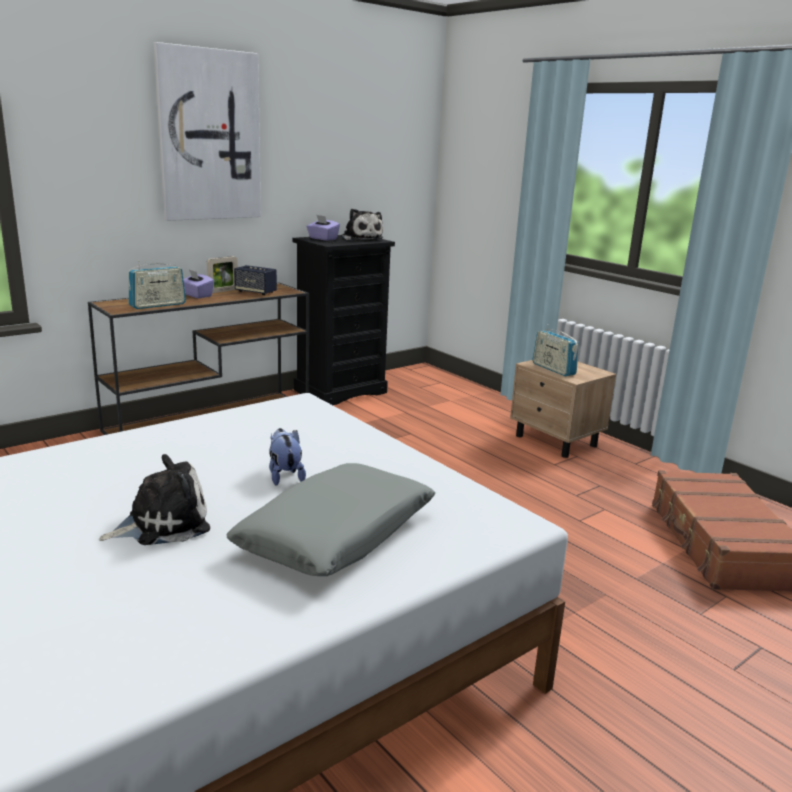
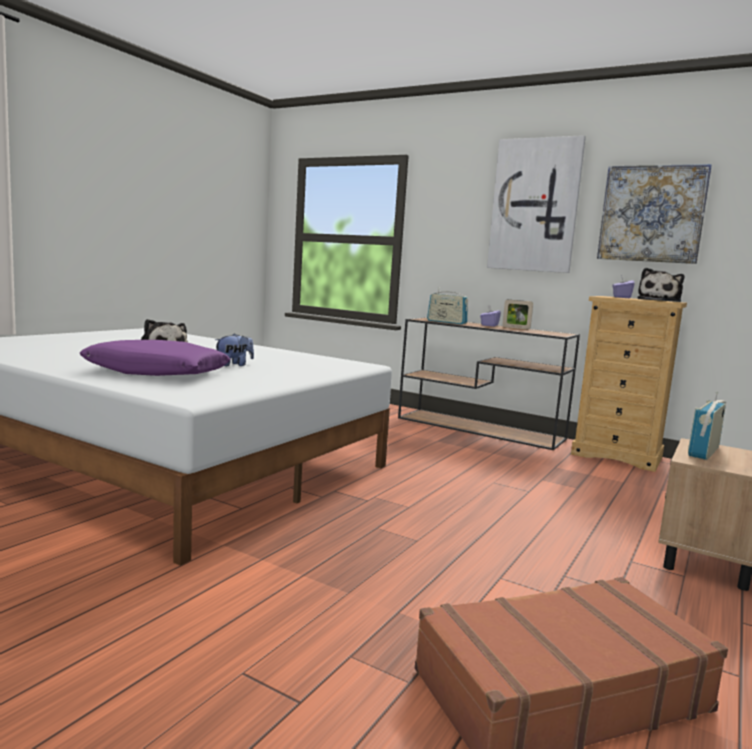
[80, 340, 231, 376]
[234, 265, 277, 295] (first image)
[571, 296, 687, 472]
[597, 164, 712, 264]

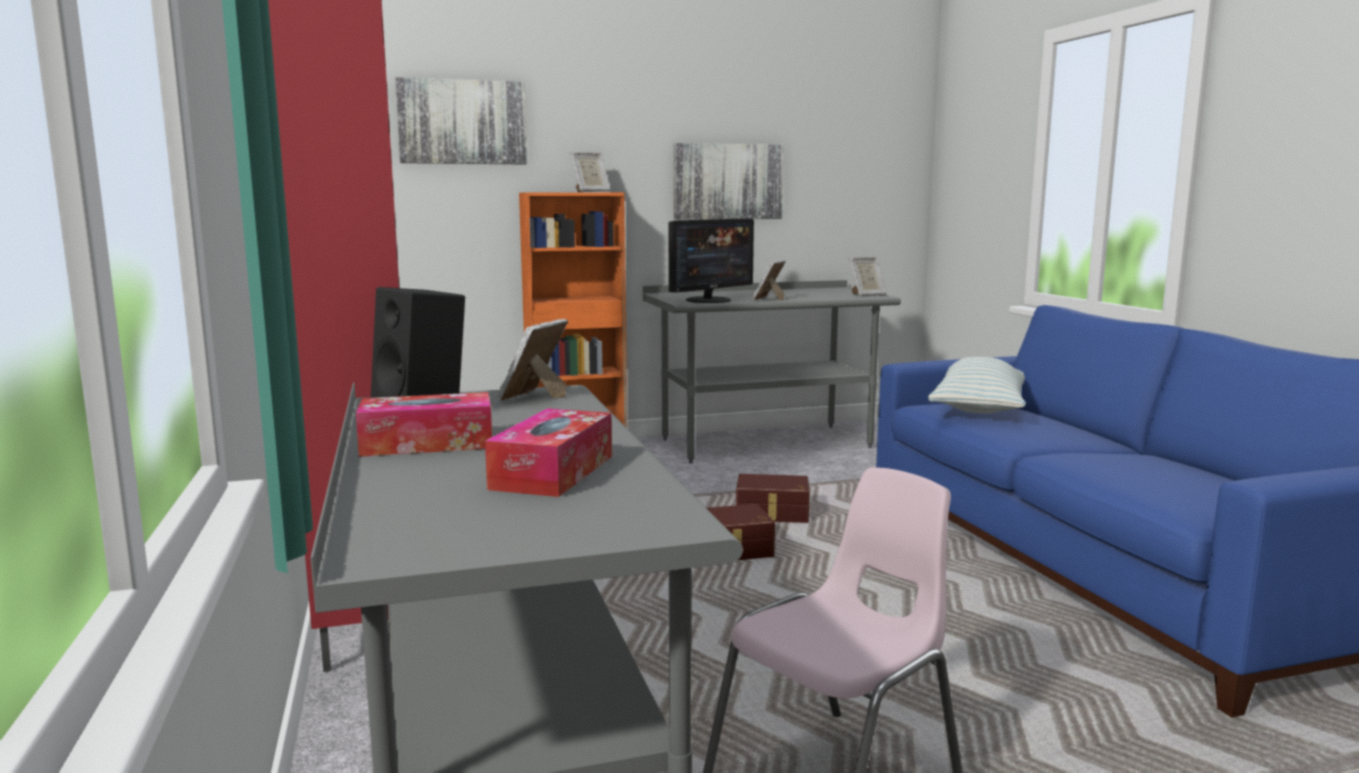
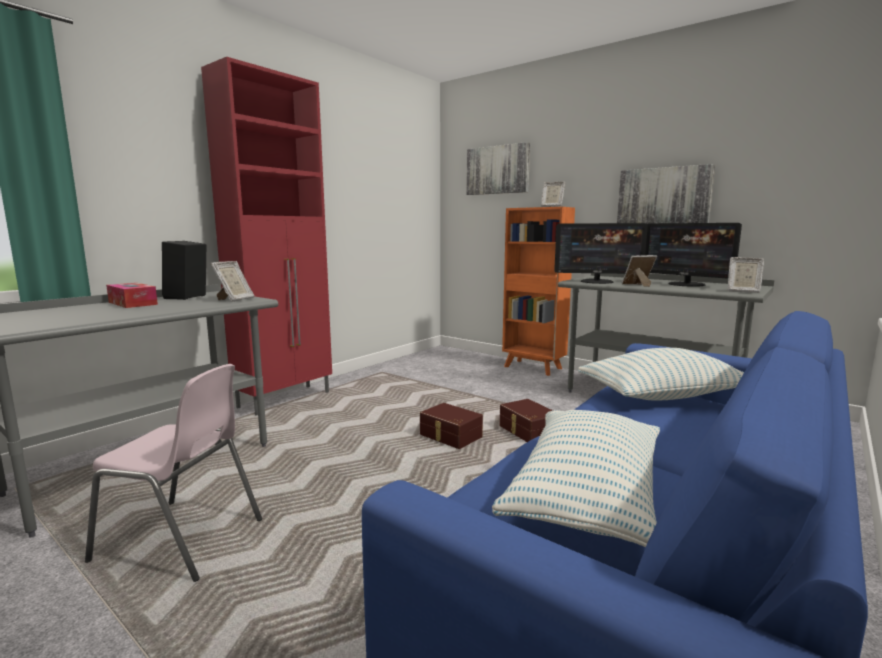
[485, 408, 612, 497] (first image)
[211, 261, 254, 302]
[492, 410, 660, 547]
[645, 223, 742, 287]

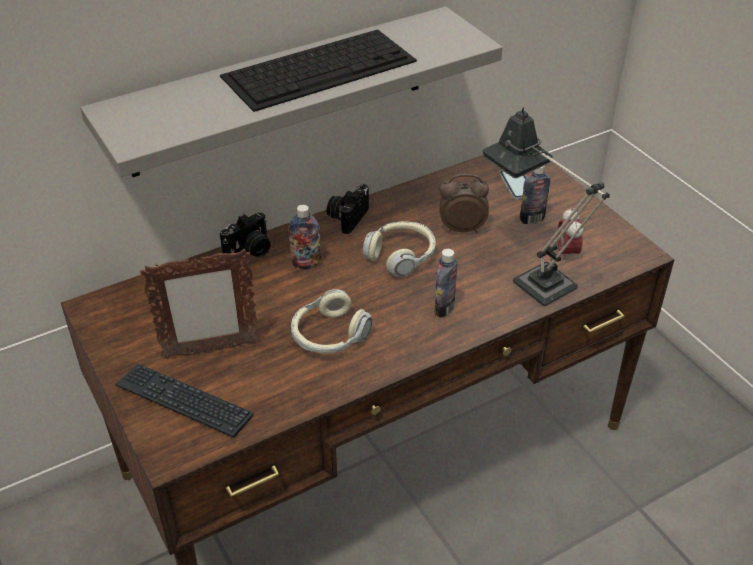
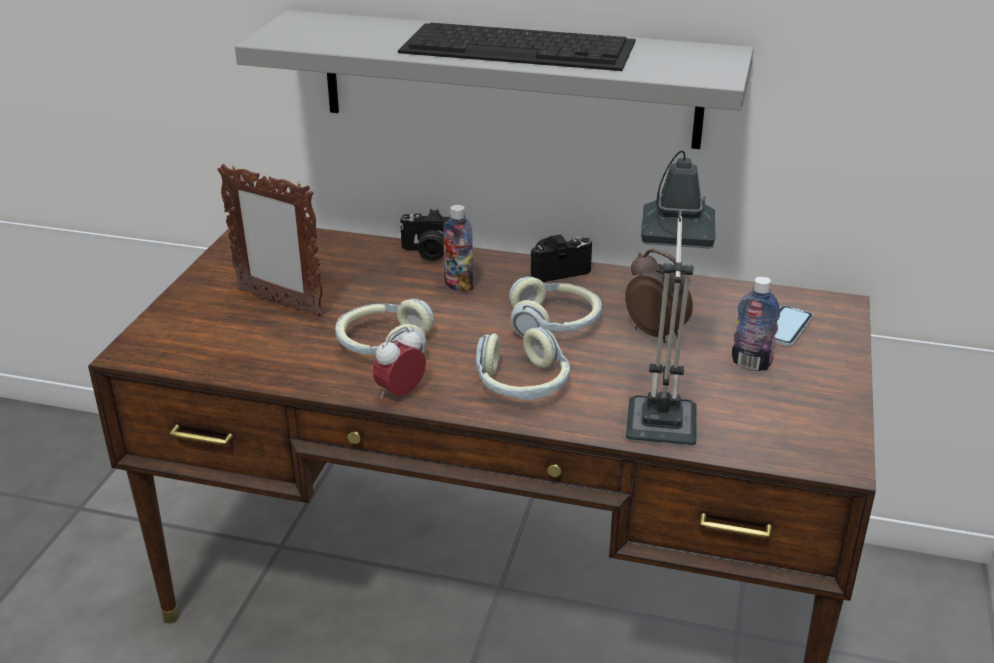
[115, 363, 253, 438] (first image)
[476, 327, 570, 400]
[373, 327, 426, 398]

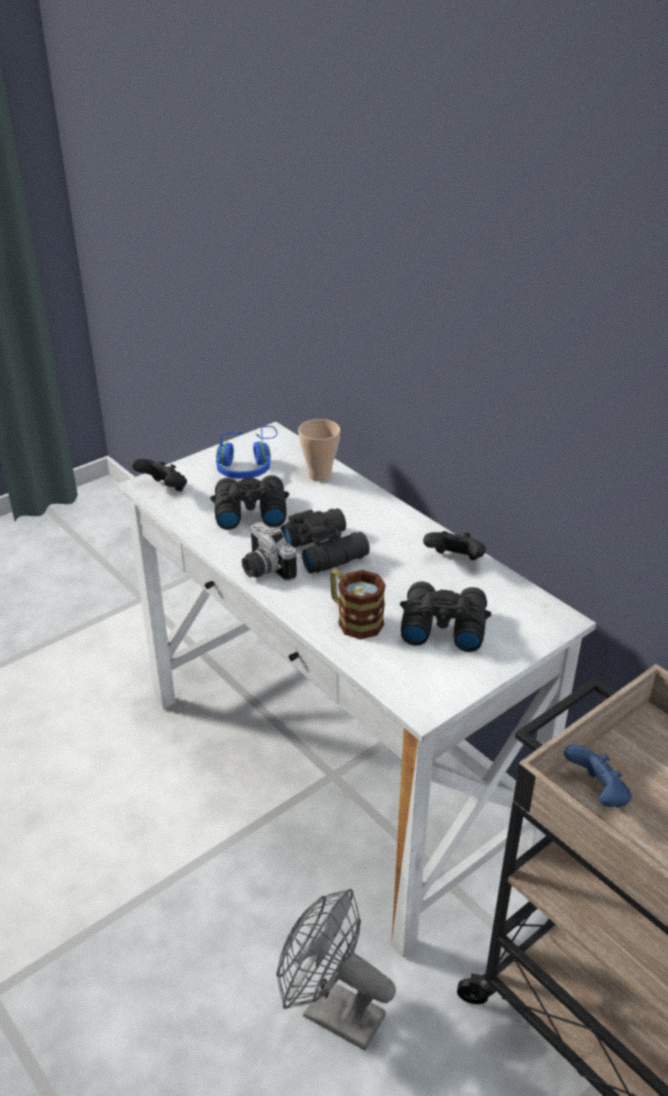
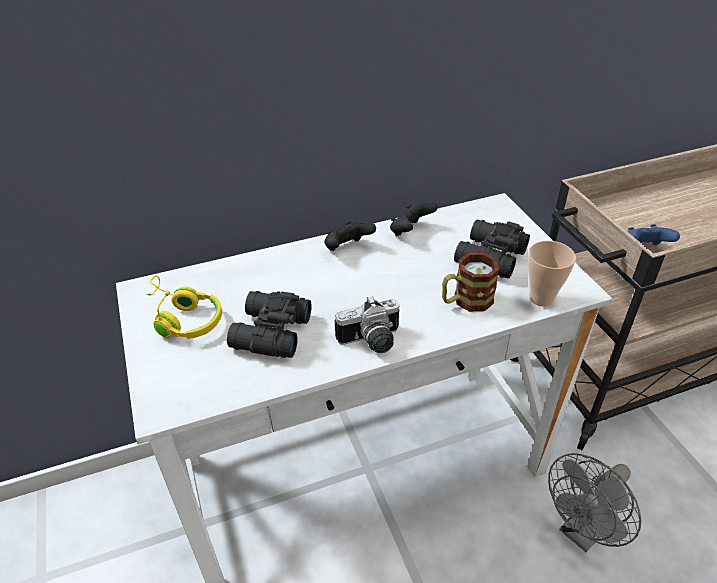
[324, 221, 376, 251]
[147, 275, 222, 339]
[281, 508, 370, 573] (first image)
[528, 241, 576, 307]

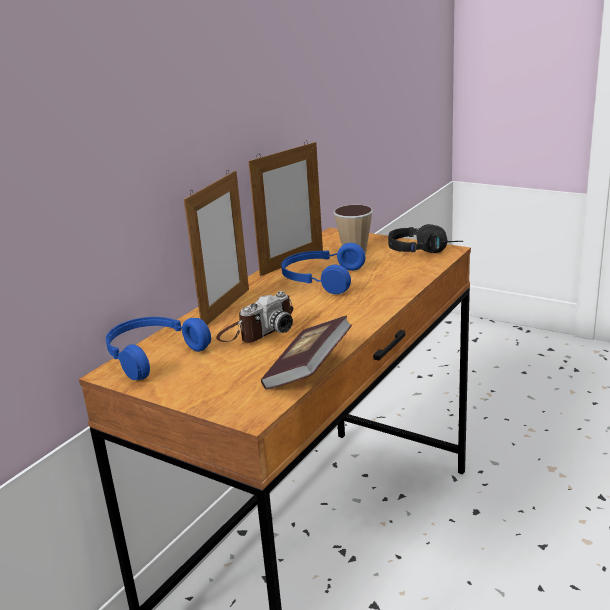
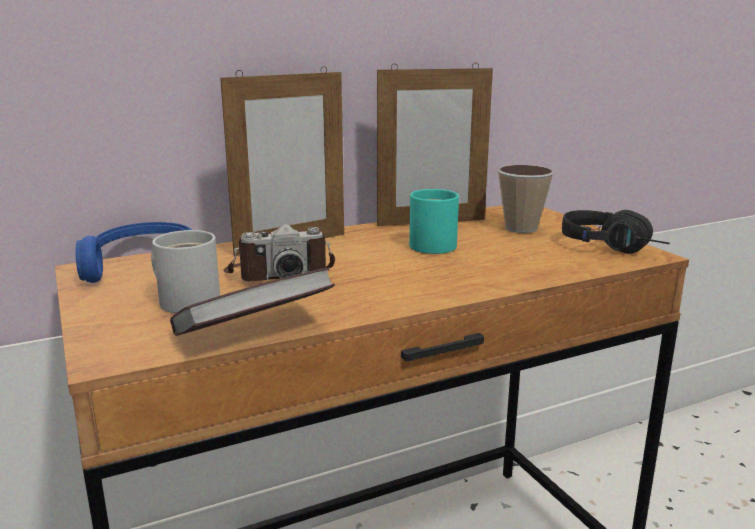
[409, 189, 459, 254]
[151, 230, 220, 313]

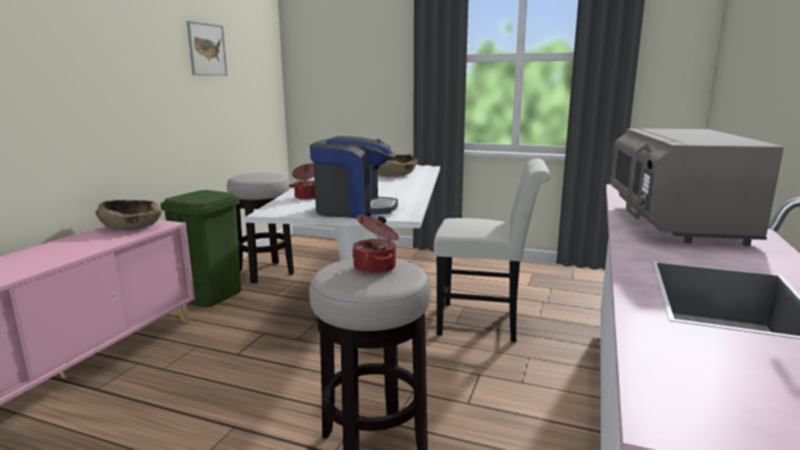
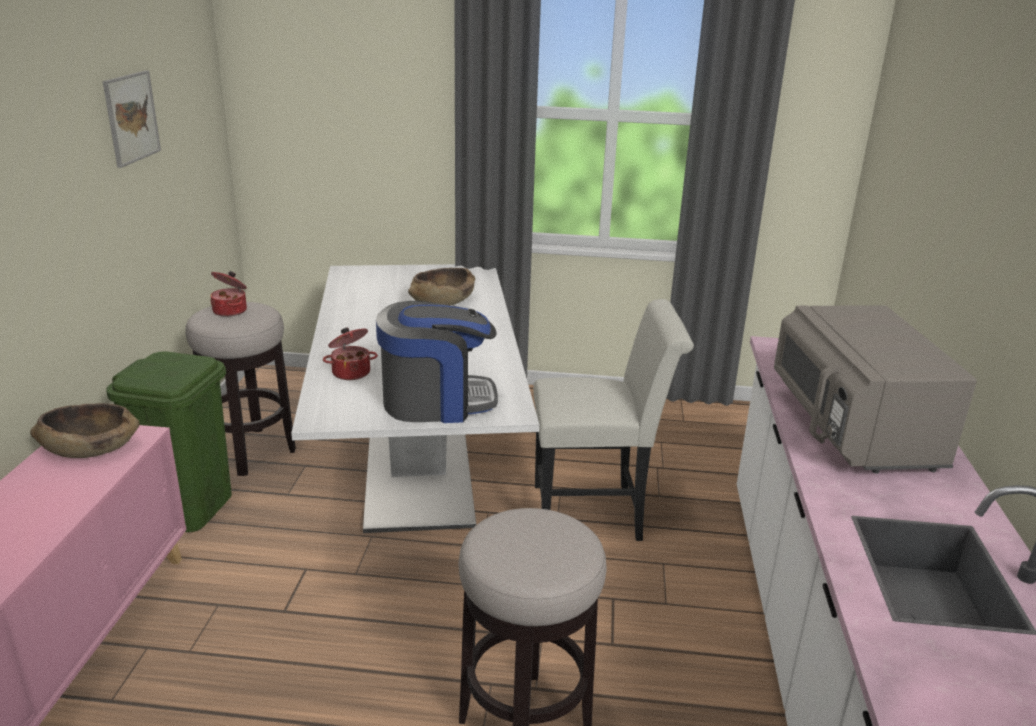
[210, 271, 247, 317]

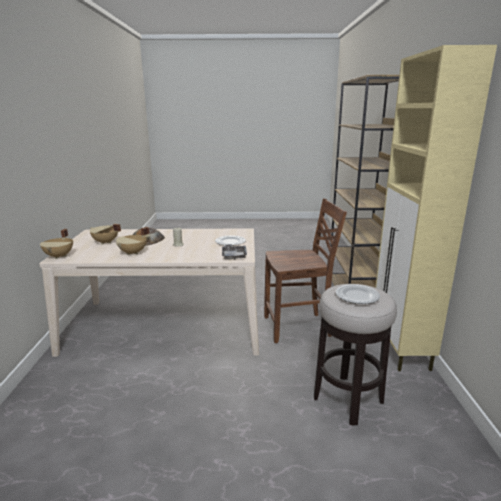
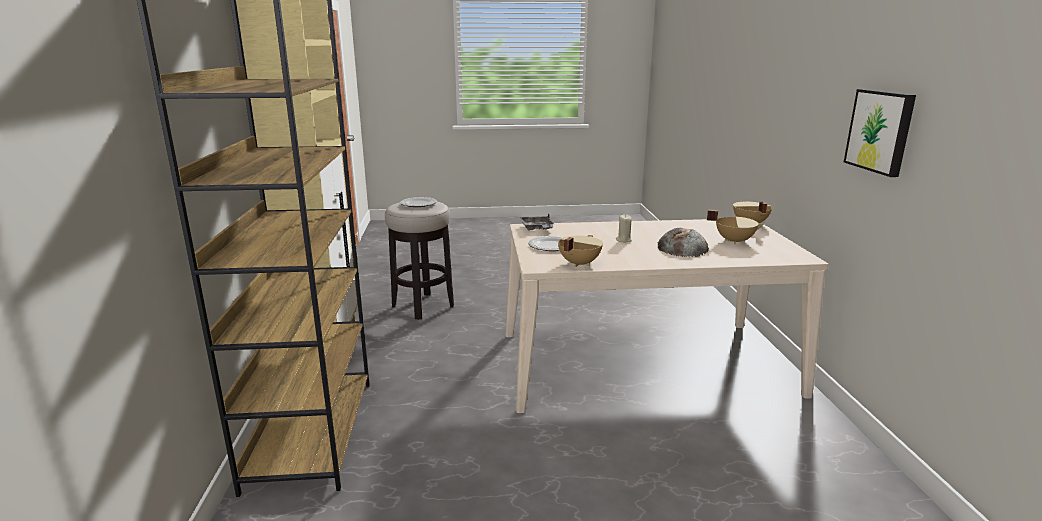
[558, 235, 603, 267]
[264, 199, 347, 343] (first image)
[844, 89, 916, 177]

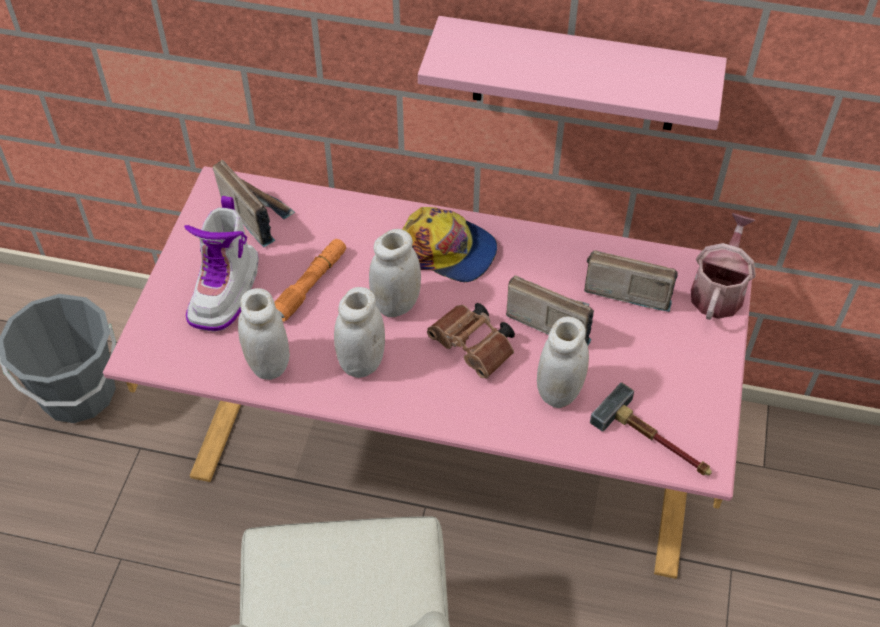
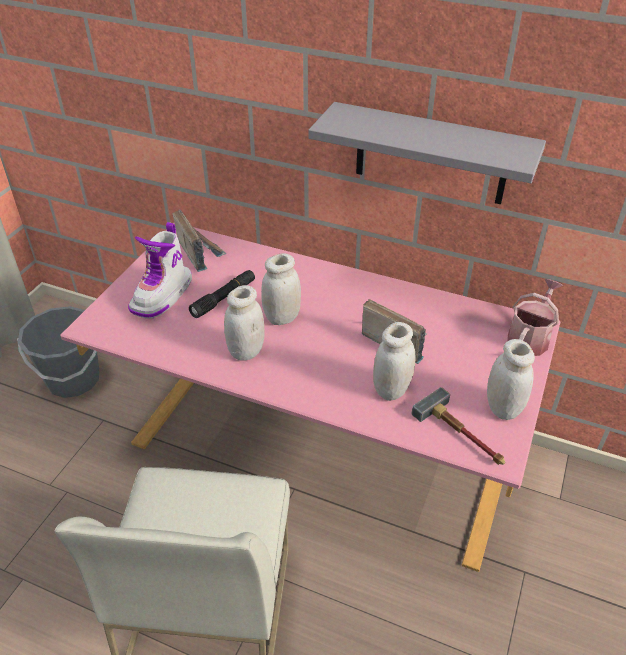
[487, 339, 535, 420]
[189, 270, 255, 318]
[402, 207, 497, 282] (first image)
[308, 102, 546, 204]
[427, 303, 515, 378] (first image)
[584, 250, 678, 312] (first image)

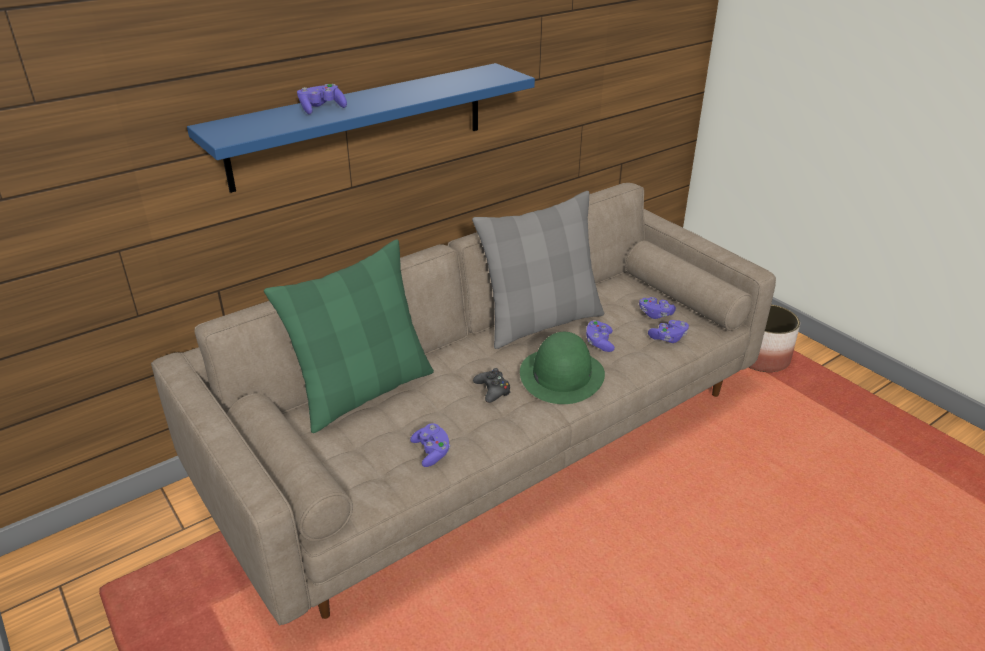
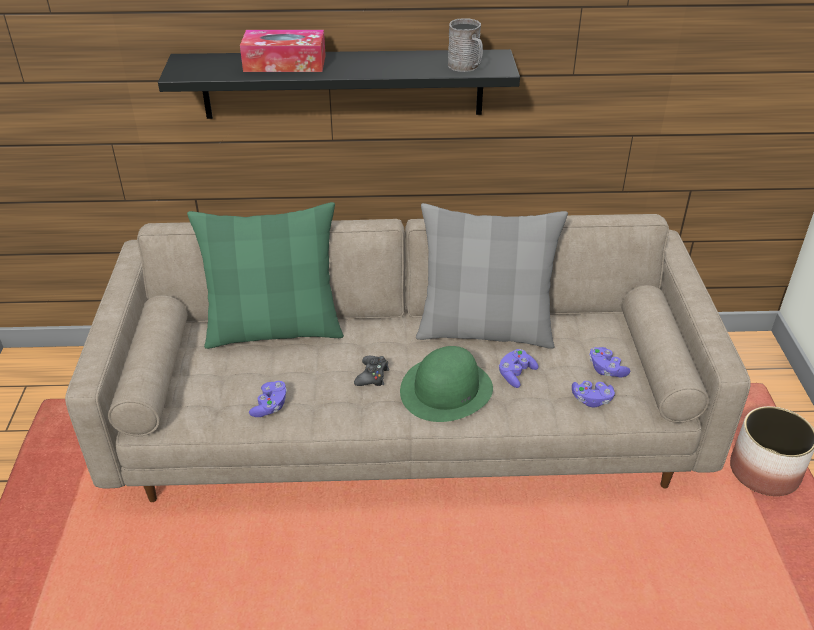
[158, 49, 520, 119]
[240, 30, 326, 72]
[448, 18, 483, 72]

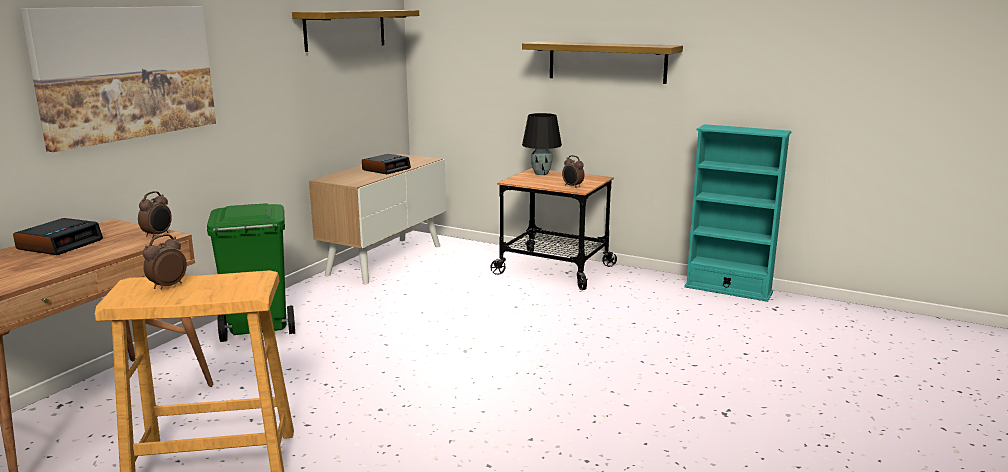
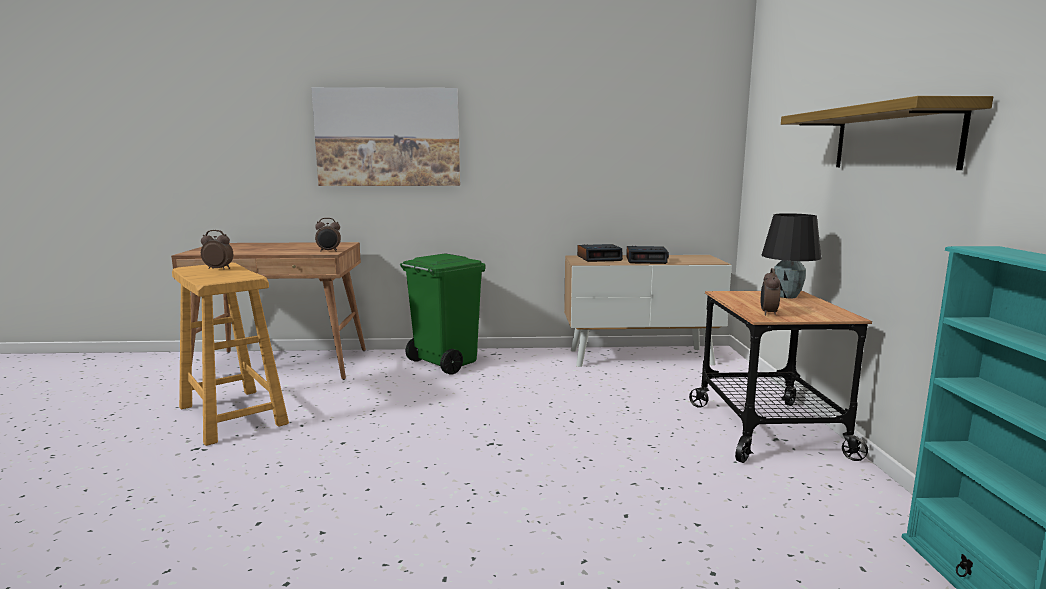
[577, 244, 623, 262]
[292, 10, 419, 52] (first image)

